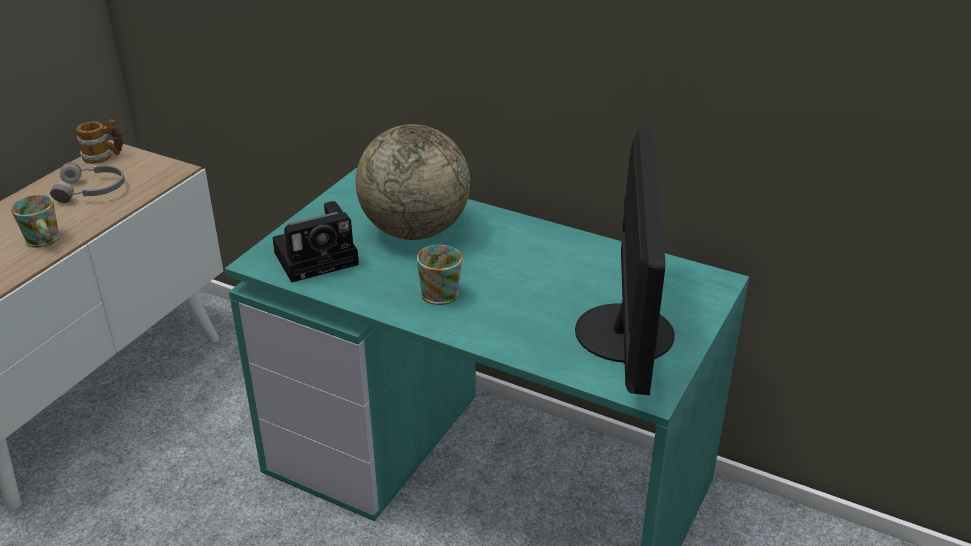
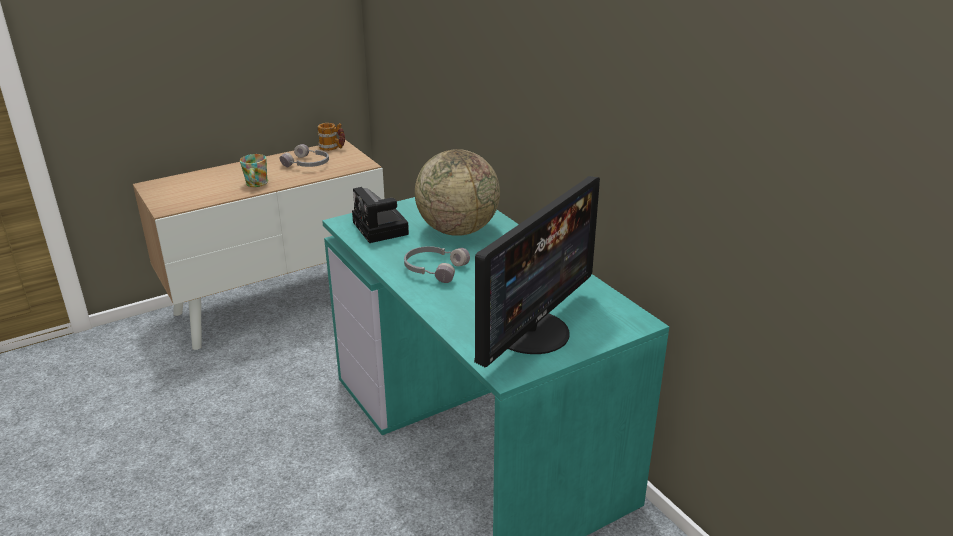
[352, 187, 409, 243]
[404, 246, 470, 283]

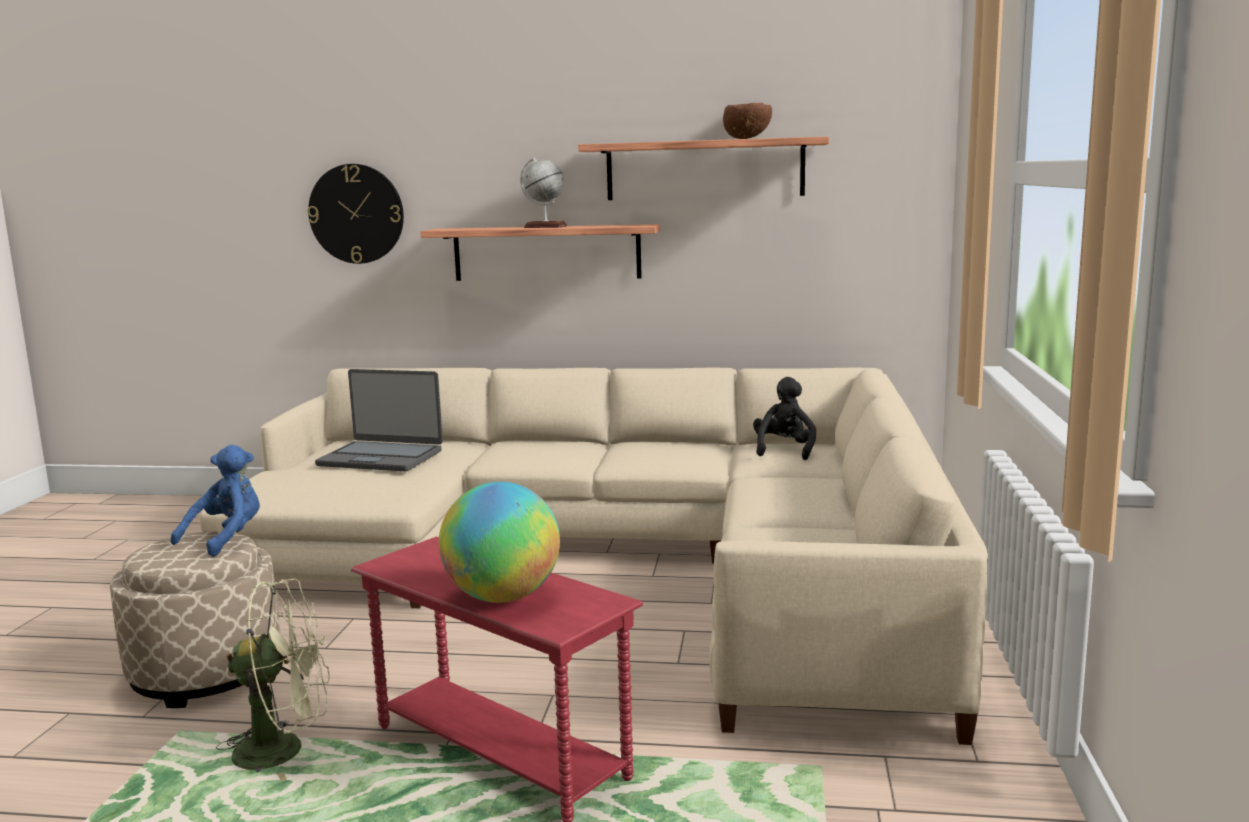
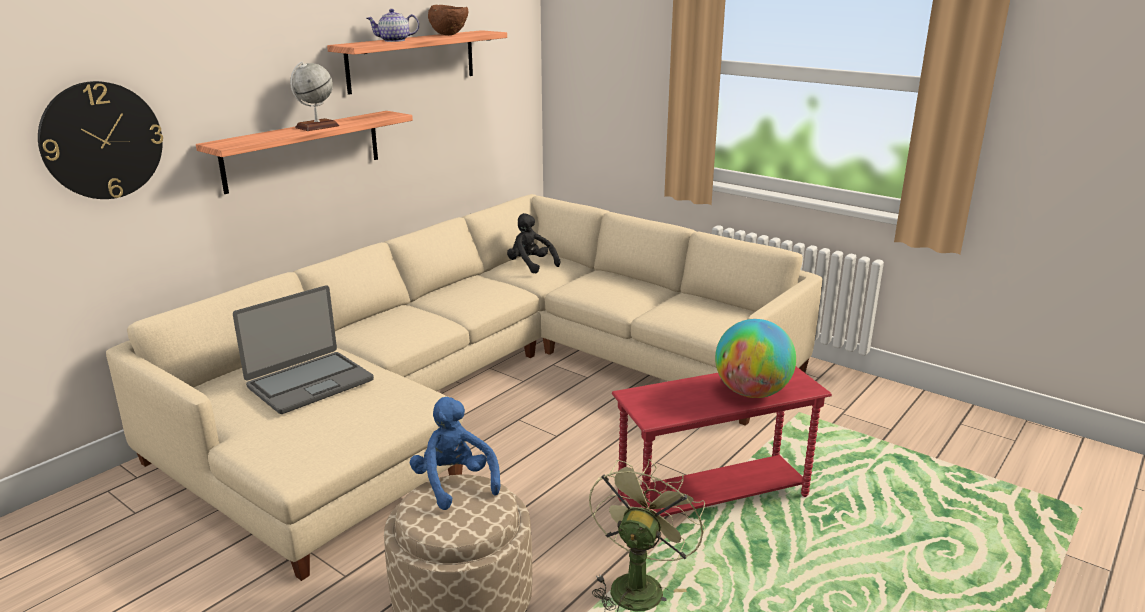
[366, 9, 419, 42]

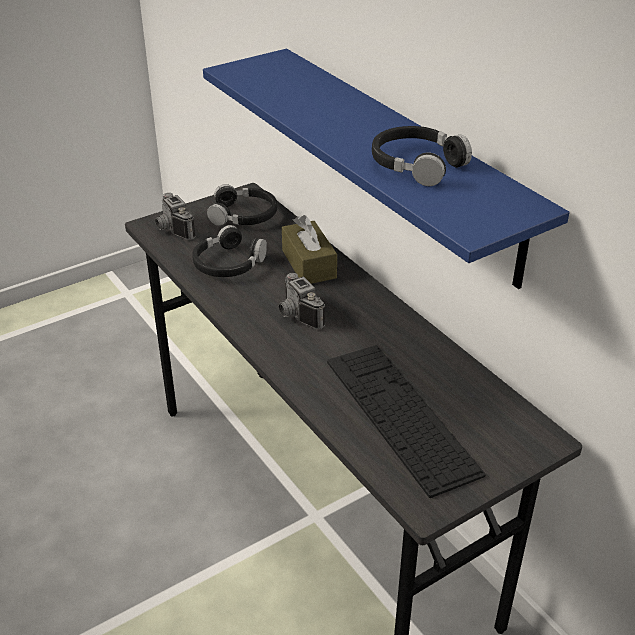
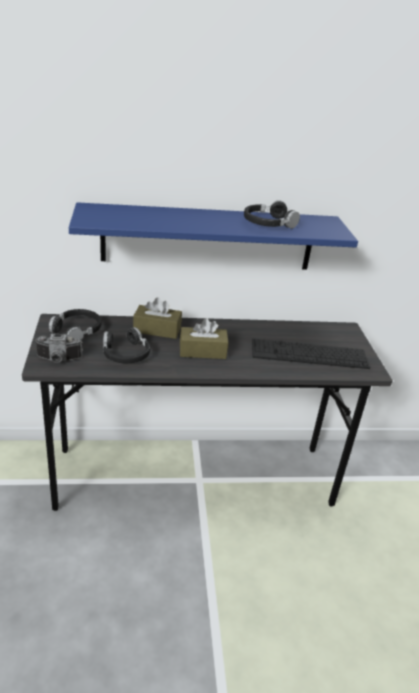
[180, 318, 229, 359]

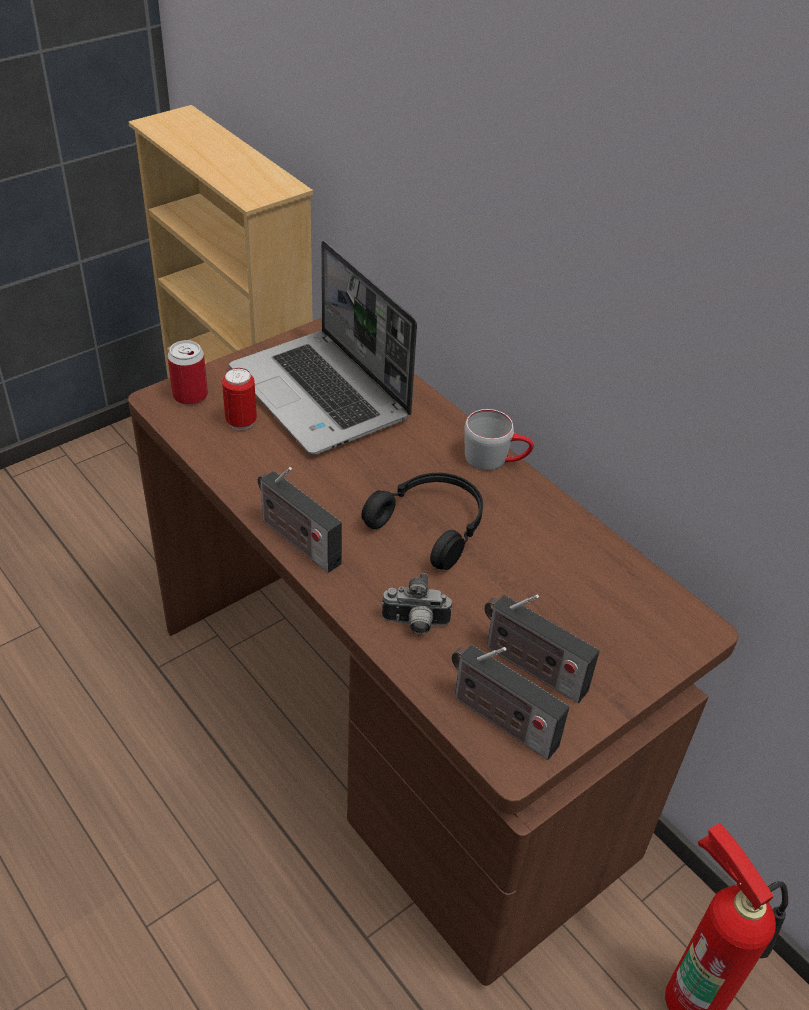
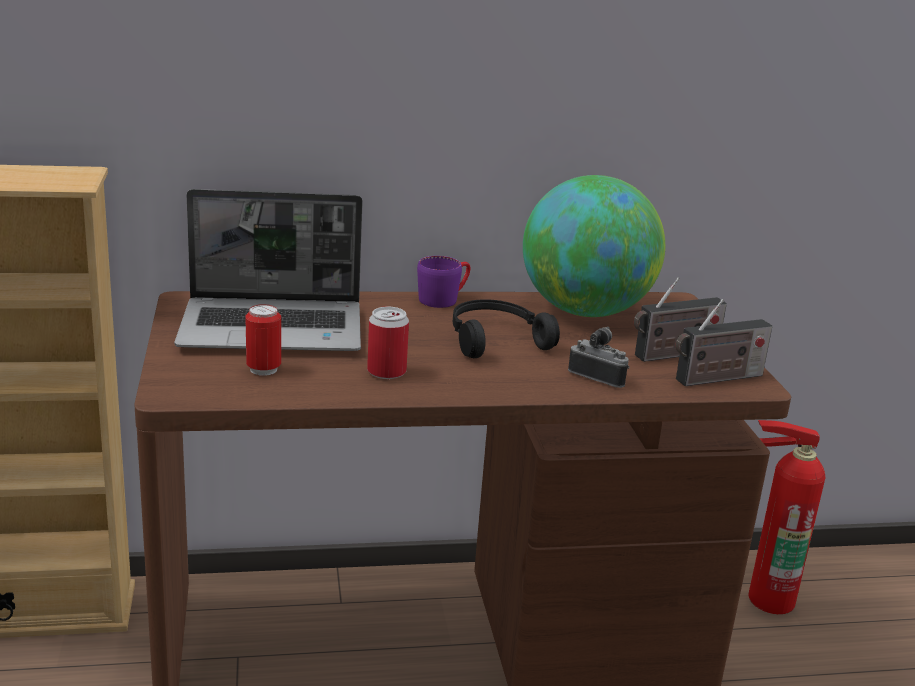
[367, 307, 409, 379]
[258, 467, 342, 573] (first image)
[568, 327, 629, 388]
[417, 256, 470, 308]
[523, 175, 665, 317]

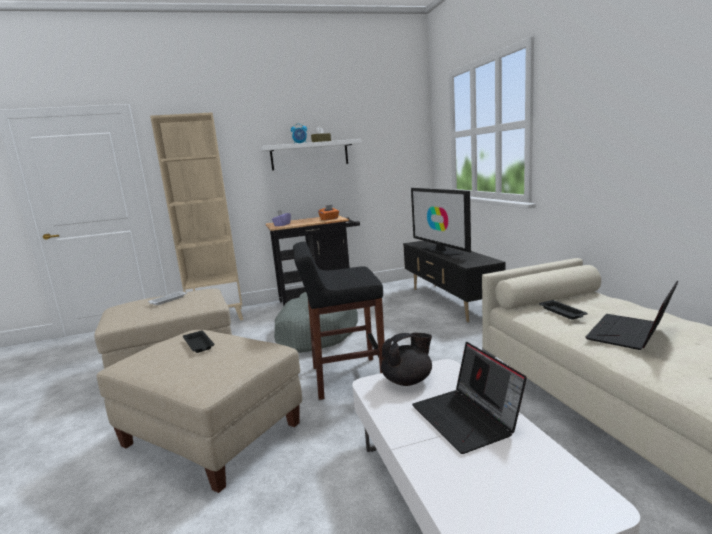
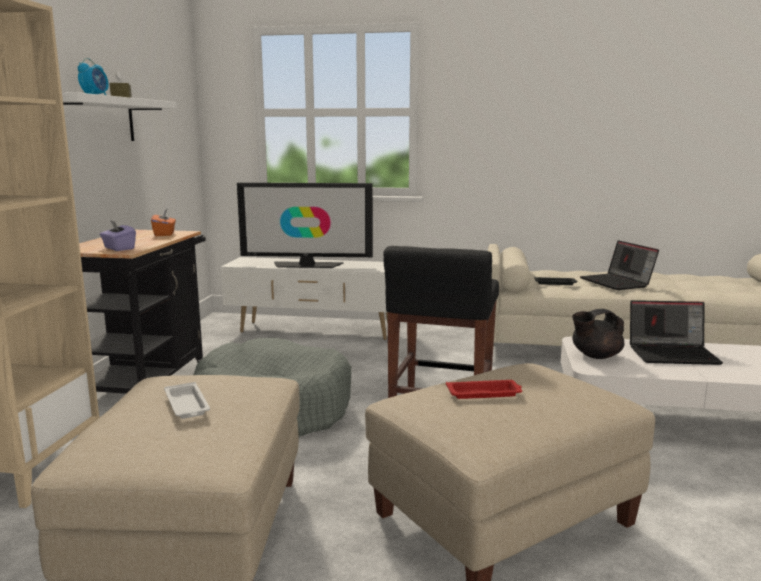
[446, 380, 522, 399]
[572, 309, 625, 359]
[221, 257, 388, 340]

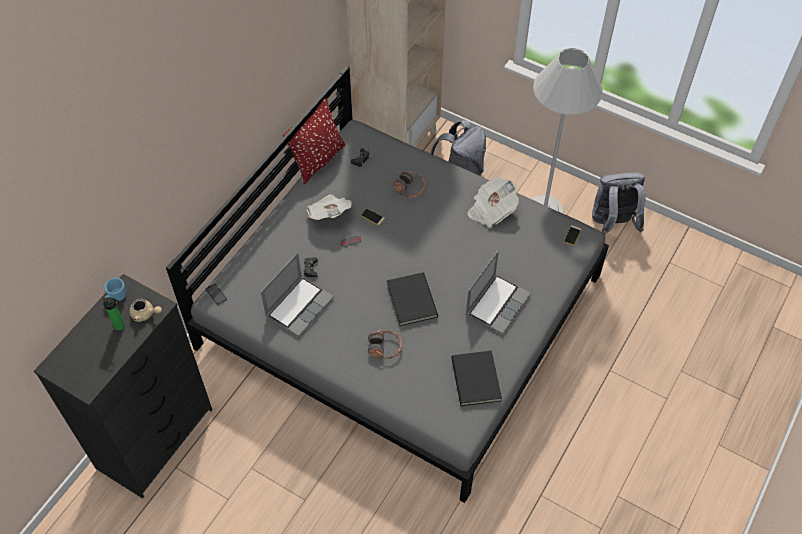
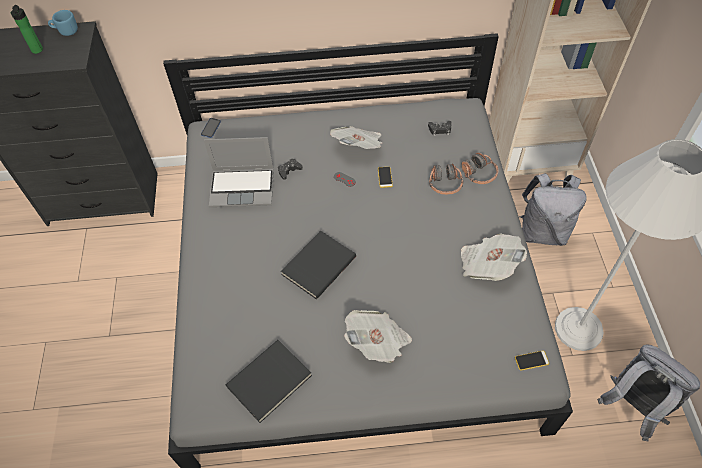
[129, 299, 162, 322] (first image)
[283, 97, 345, 184] (first image)
[462, 152, 498, 184]
[344, 310, 412, 363]

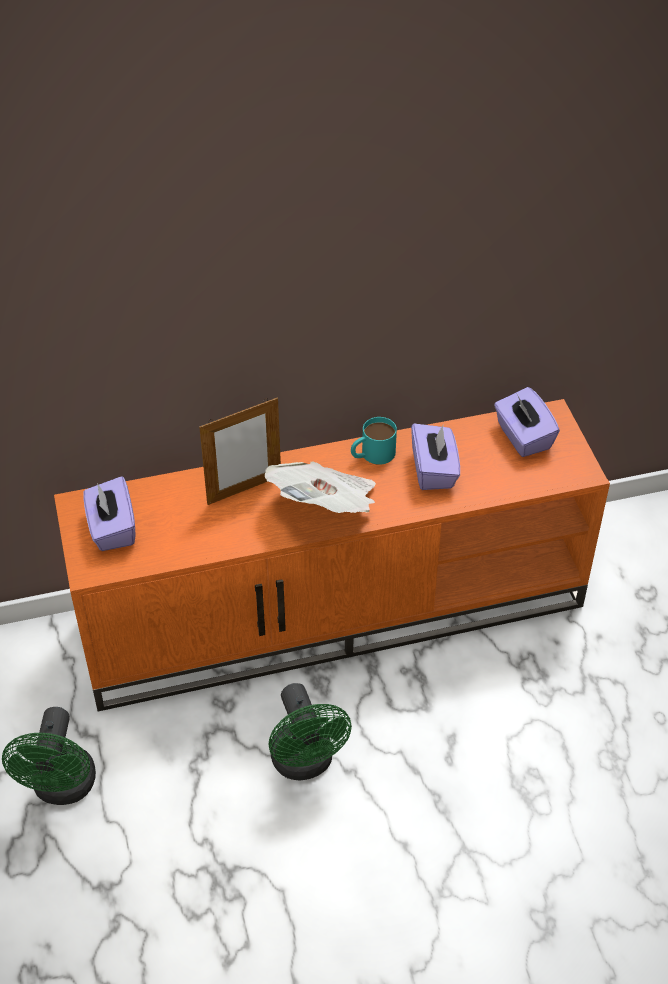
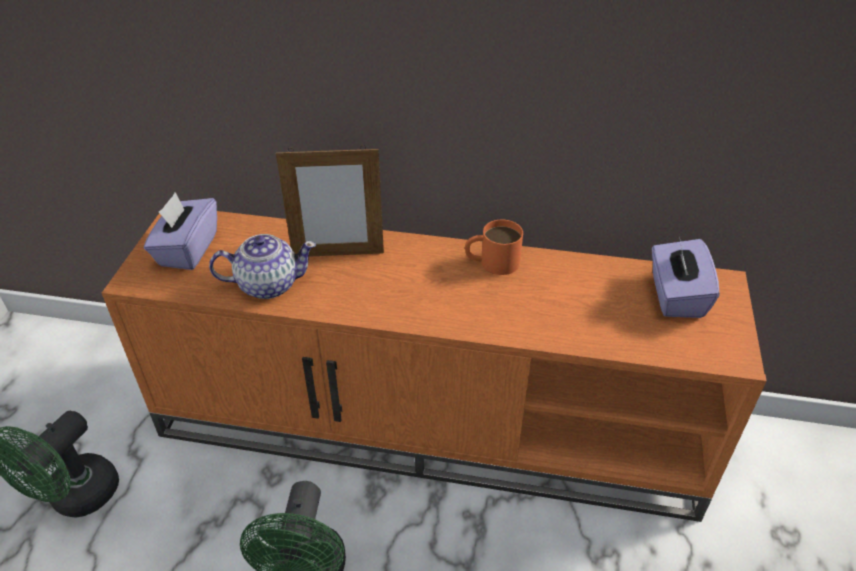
[265, 461, 376, 513] (first image)
[465, 220, 523, 275]
[411, 424, 460, 490] (first image)
[209, 234, 316, 299]

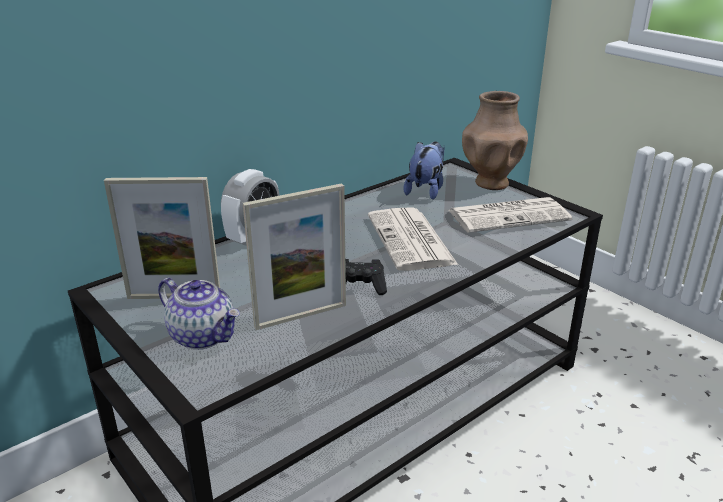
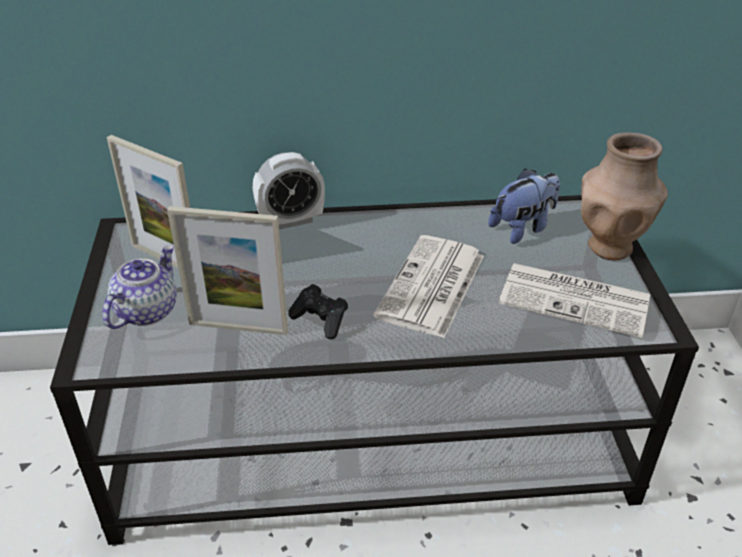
[102, 245, 177, 329]

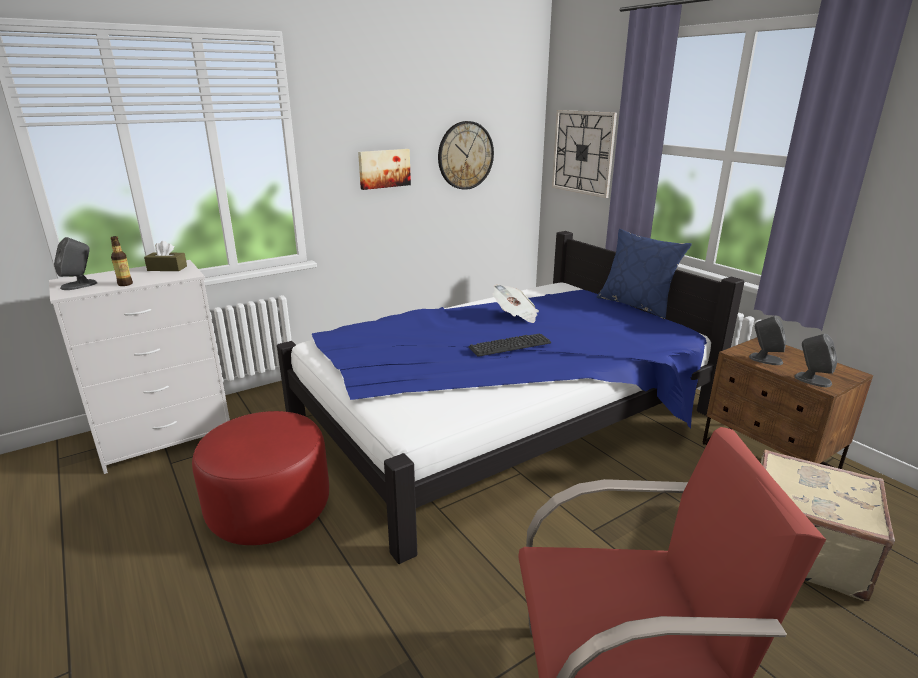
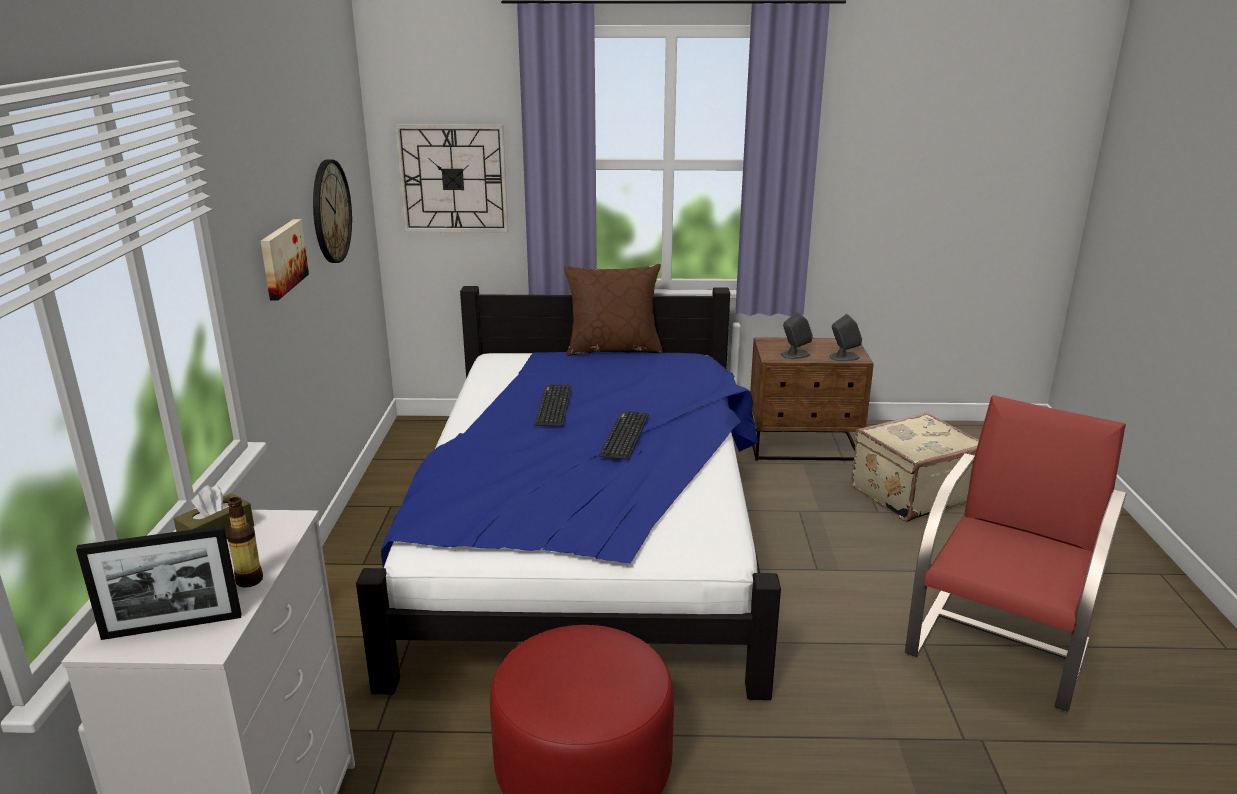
[76, 525, 241, 640]
[534, 384, 572, 426]
[564, 264, 663, 356]

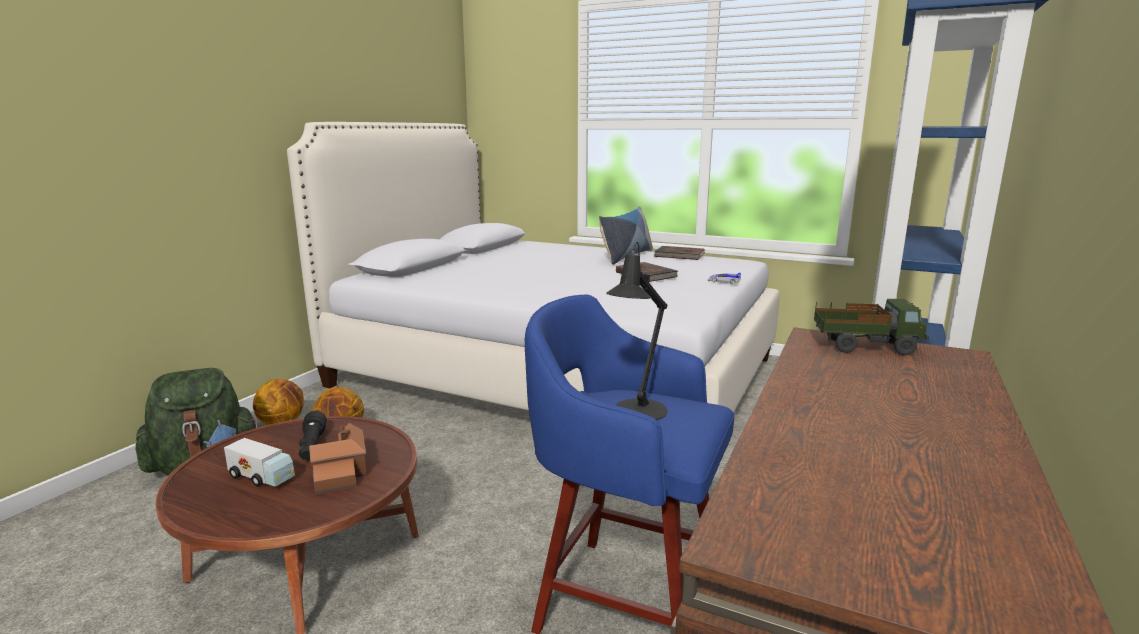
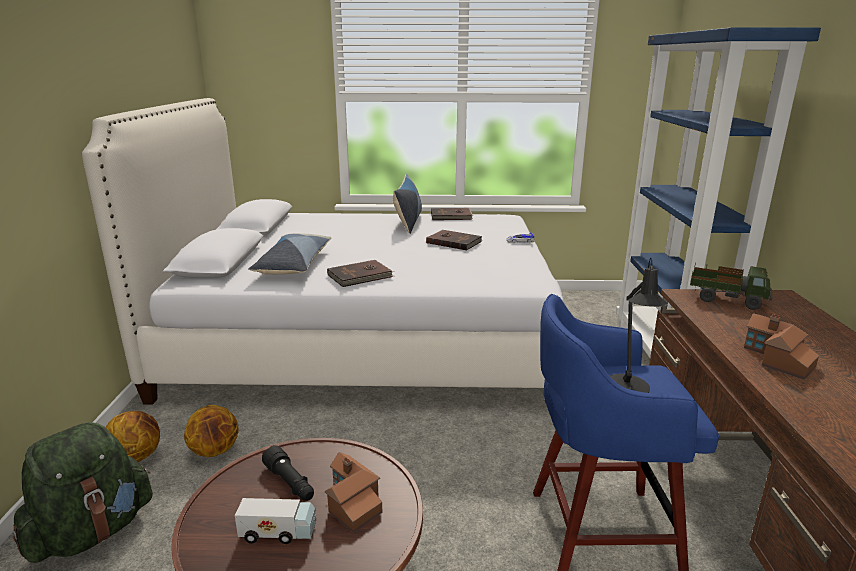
[690, 263, 772, 310]
[248, 233, 331, 275]
[327, 260, 394, 287]
[744, 313, 819, 380]

